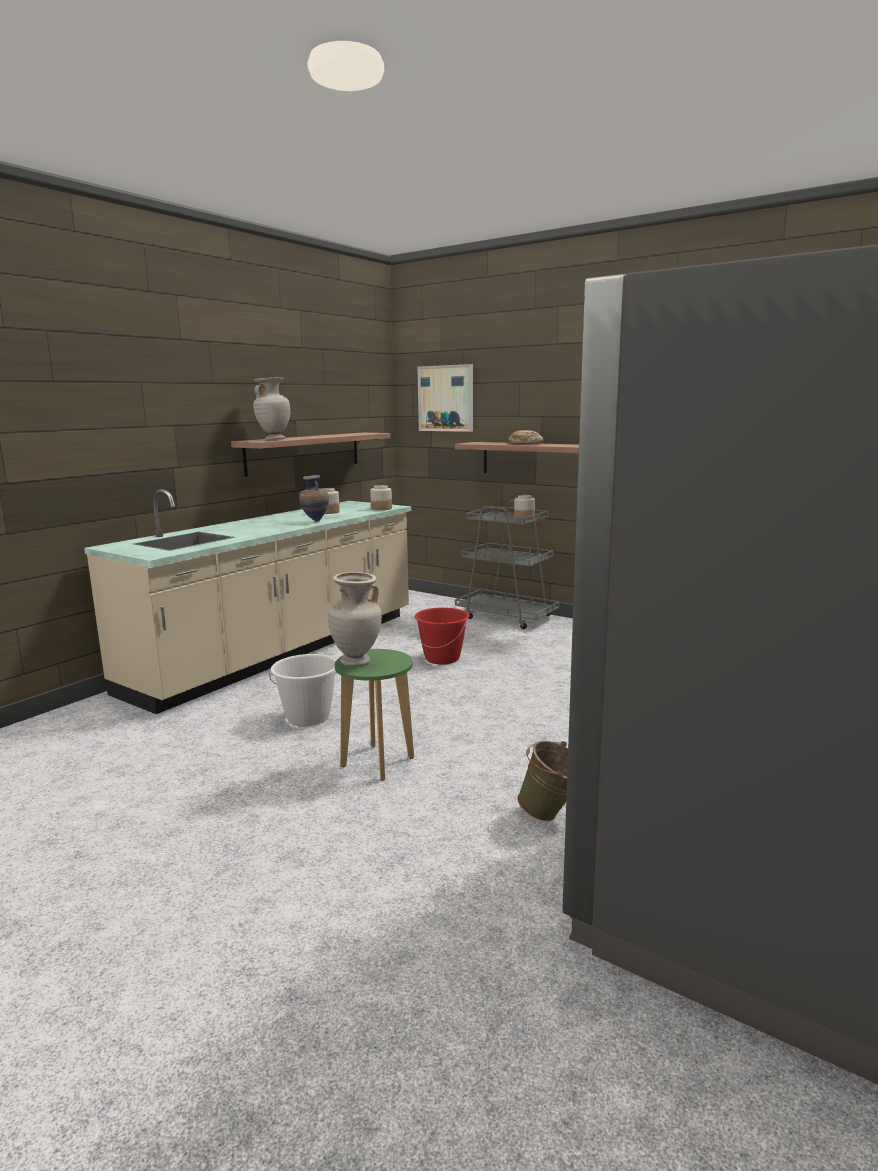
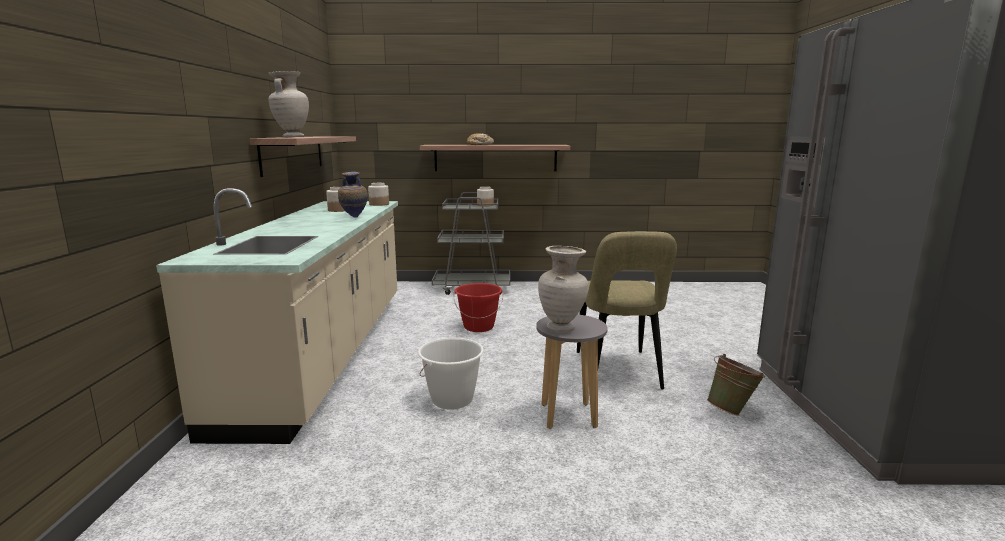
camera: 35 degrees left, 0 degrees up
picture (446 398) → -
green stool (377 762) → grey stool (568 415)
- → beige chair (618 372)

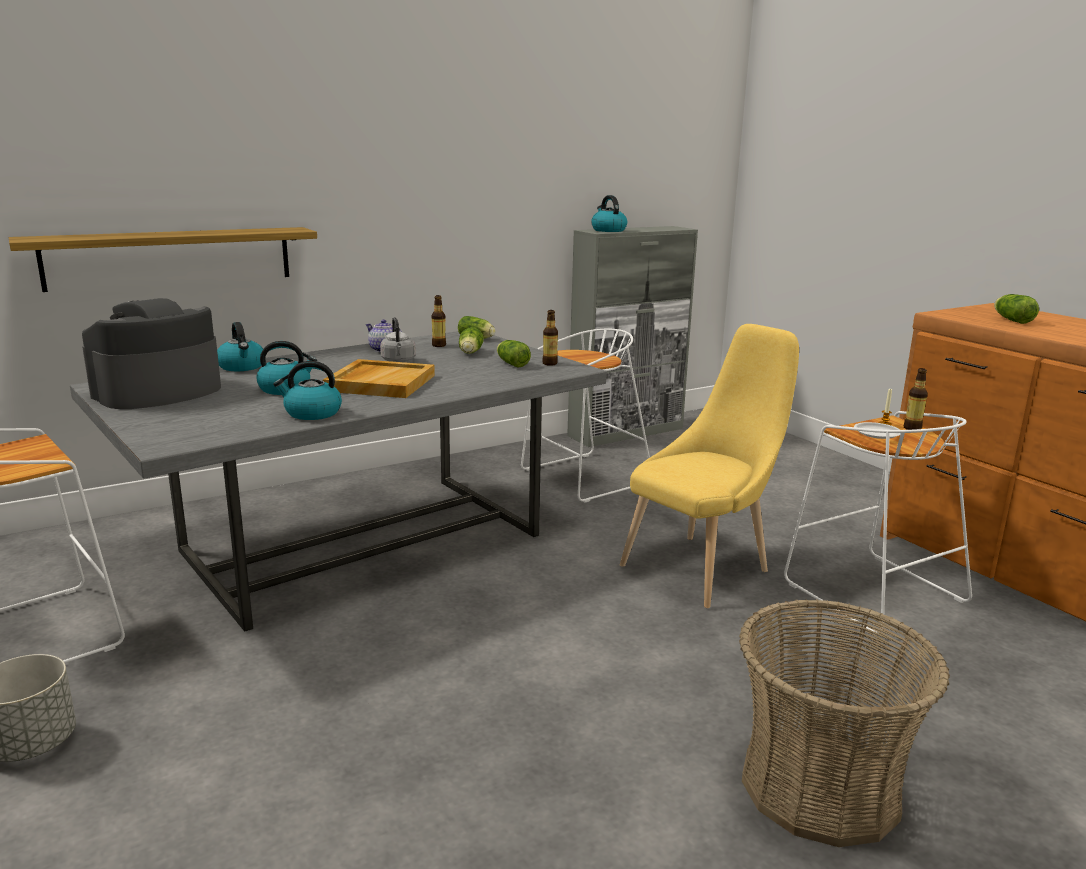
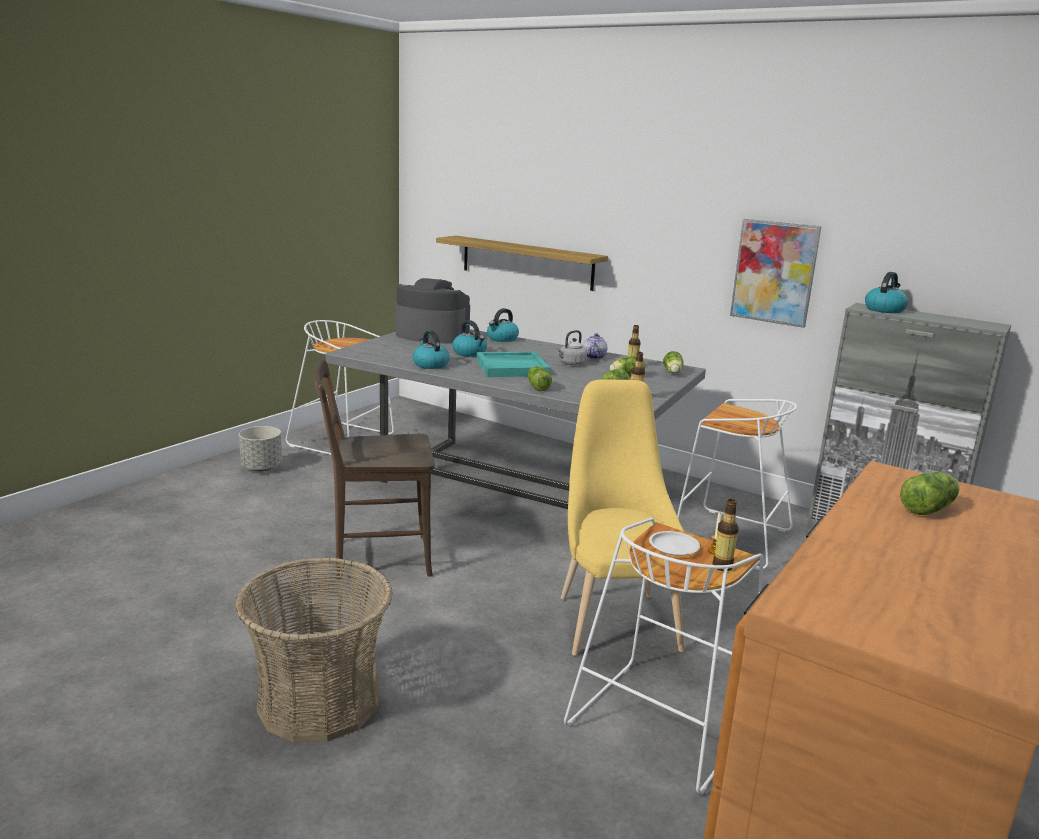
camera: 65 degrees right, 0 degrees up
yellow chair (702 567) → yellow chair (614 618), 120 degrees counterclockwise
beige tray (380 383) → turquoise tray (512 367)
- → picture (774 272)
- → brown chair (376 558)
- → lettuce (537 387)

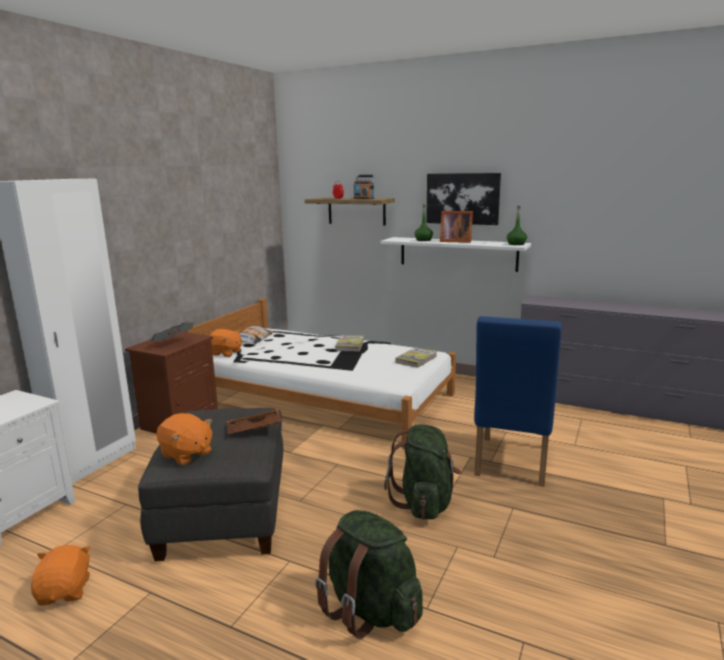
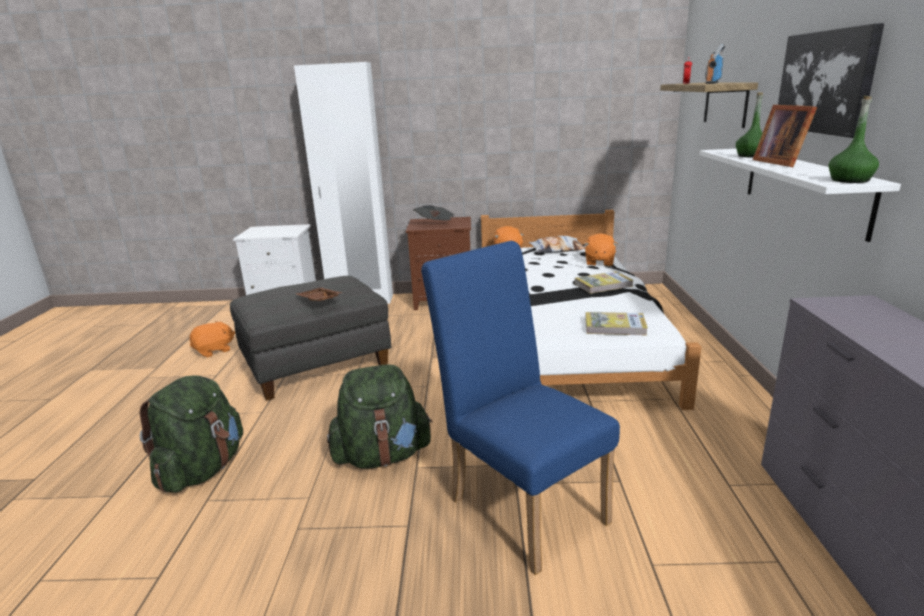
camera: 65 degrees right, 5 degrees up
blue chair (510 464) → blue chair (521 503), 60 degrees clockwise
orange plush toy (186 454) → orange plush toy (599 262), relocated

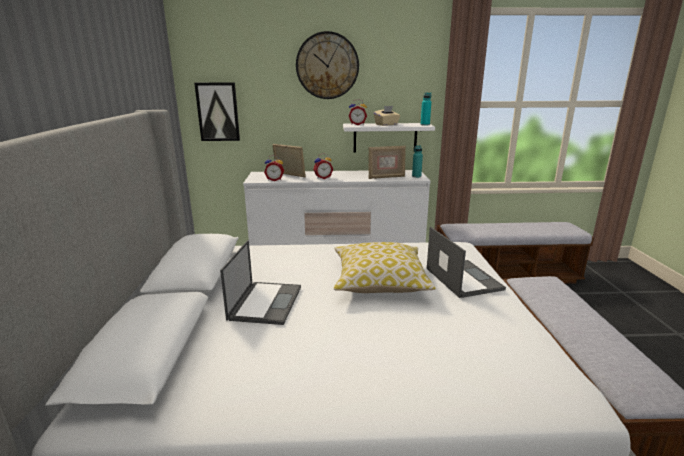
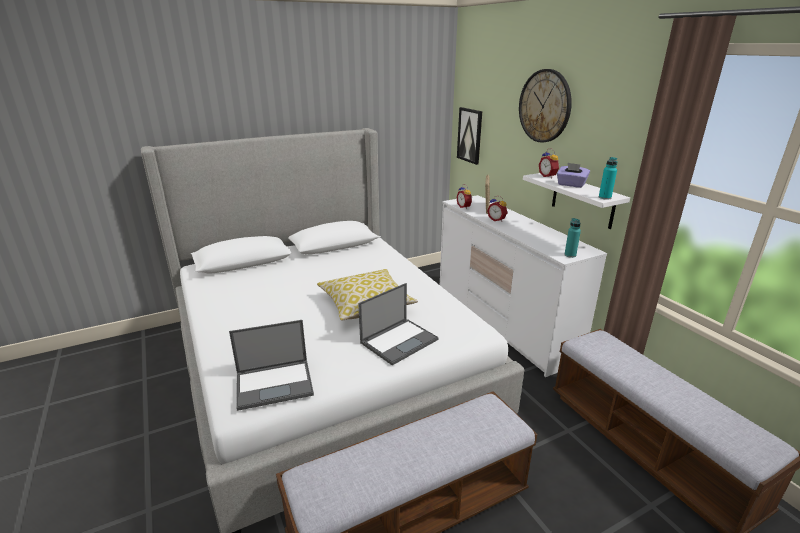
camera: 65 degrees right, 5 degrees up
beige tissue box (386 124) → purple tissue box (571 185)
picture frame (386 177) → -
laptop (265 302) → laptop (275 383), relocated

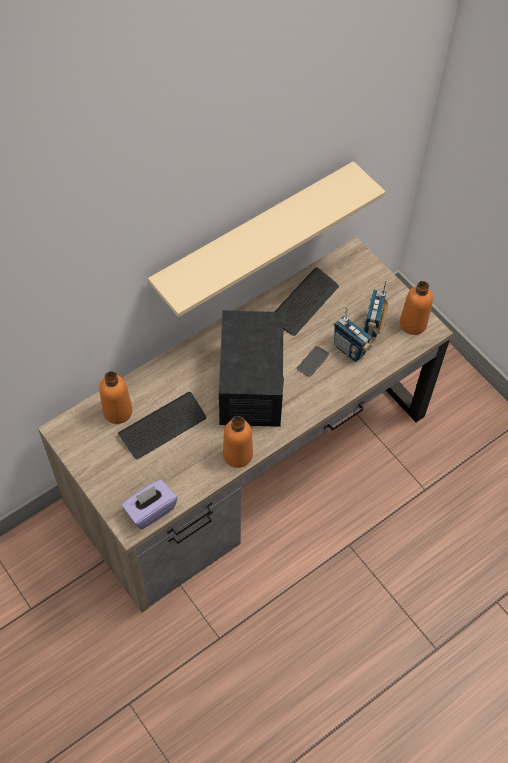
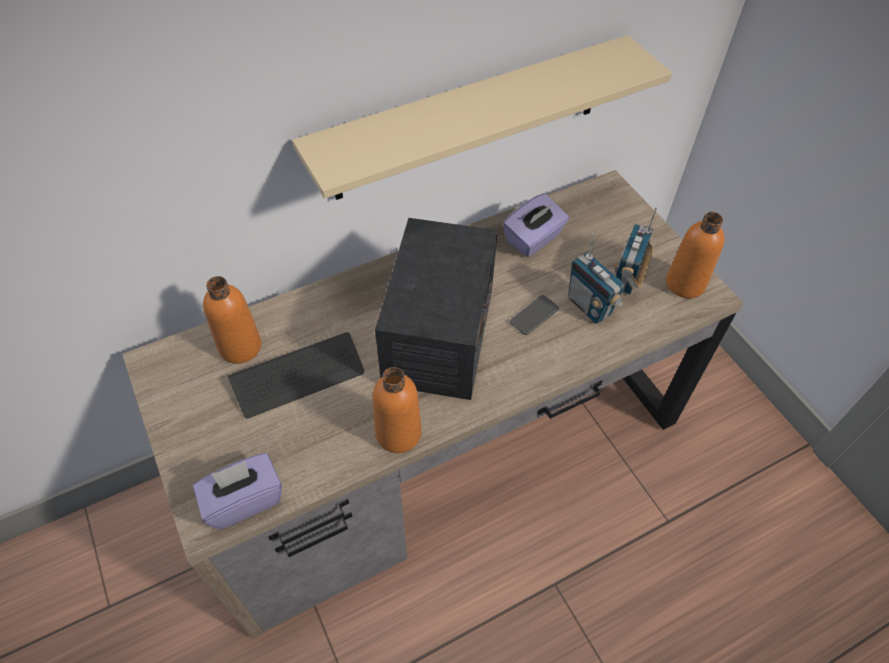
camera: 10 degrees right, 5 degrees down
keyboard (304 303) → purple tissue box (533 239)

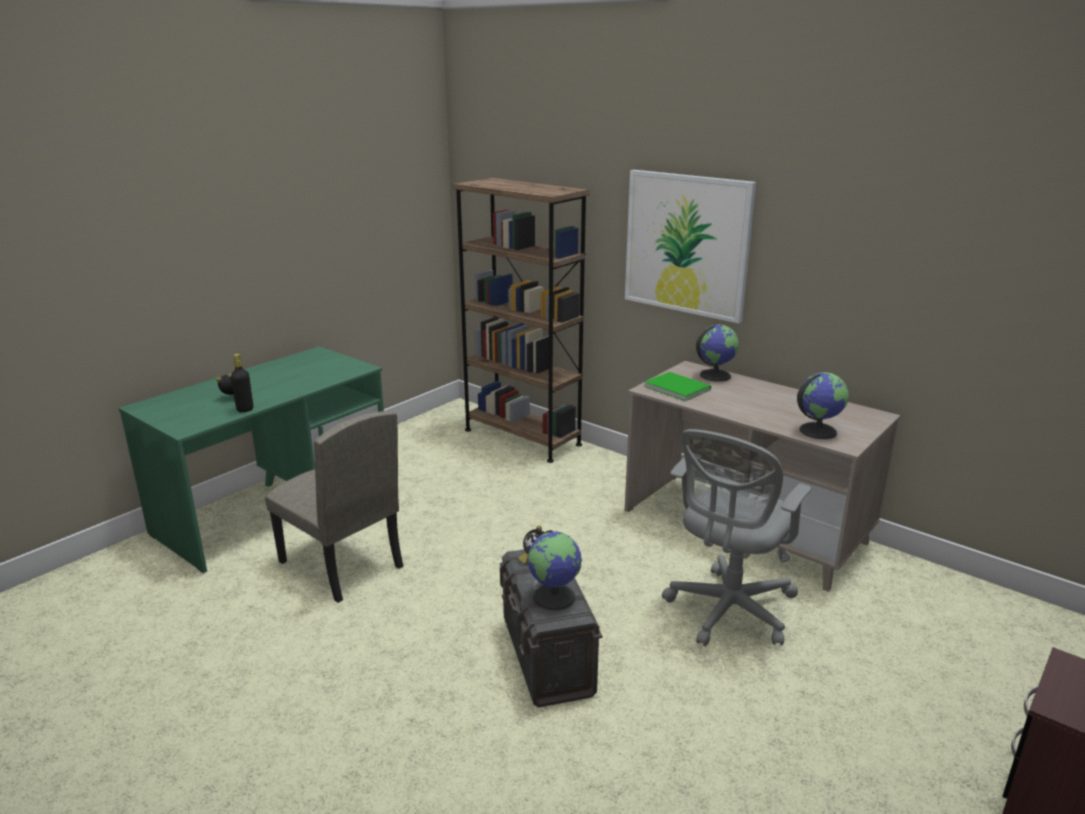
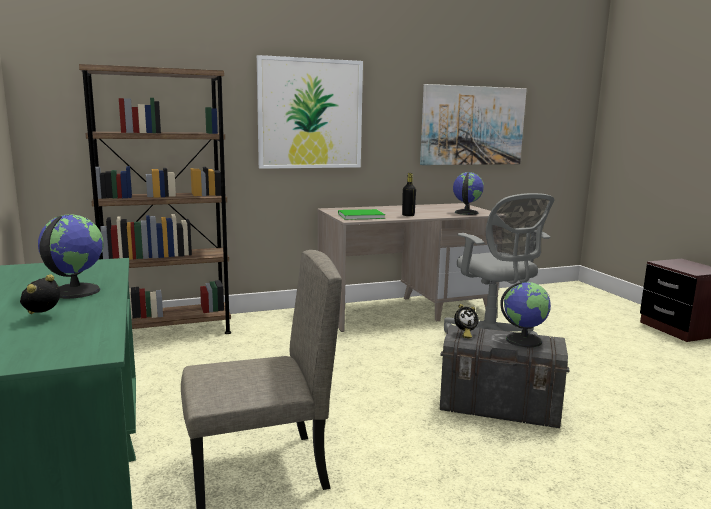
camera: 60 degrees left, 10 degrees down
globe (715 375) → globe (74 291), relocated
black bottle (245 409) → black bottle (408 215), relocated
- → picture (472 125)

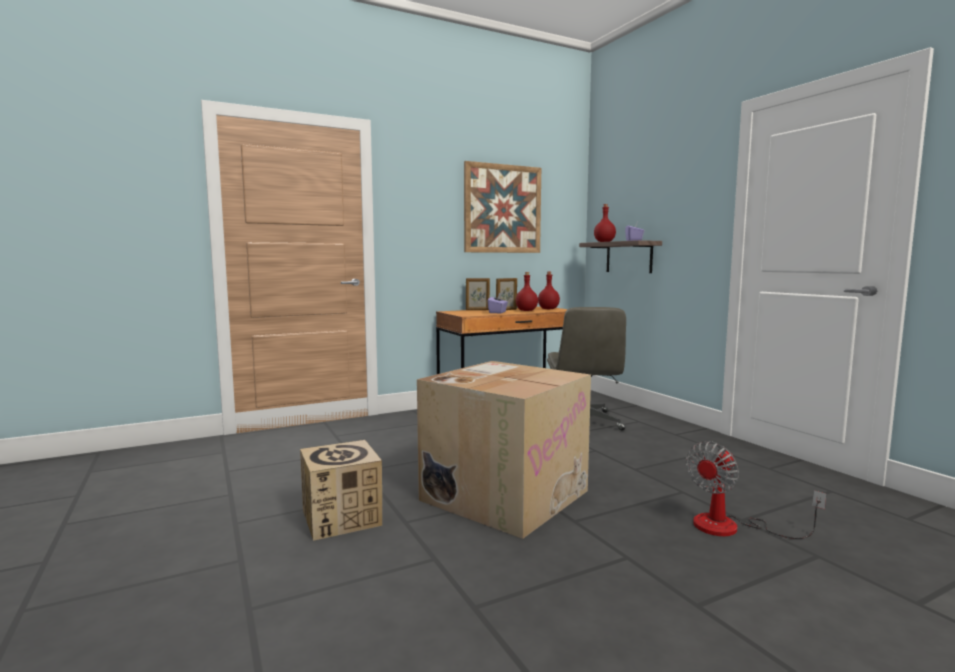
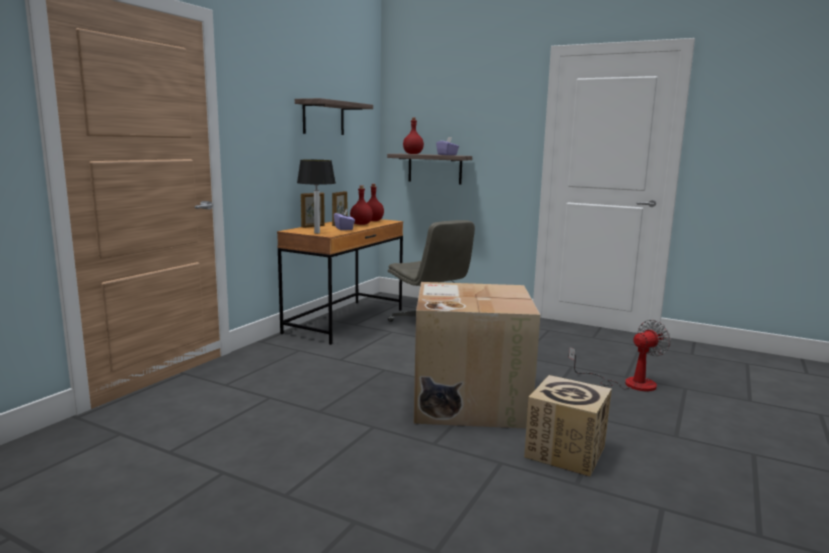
camera: 35 degrees left, 5 degrees up
picture (502 209) → shelf (323 118)
cardboard box (342 518) → cardboard box (565 452), relocated
fan (732 527) → fan (628 383), 135 degrees counterclockwise
- → table lamp (317 233)

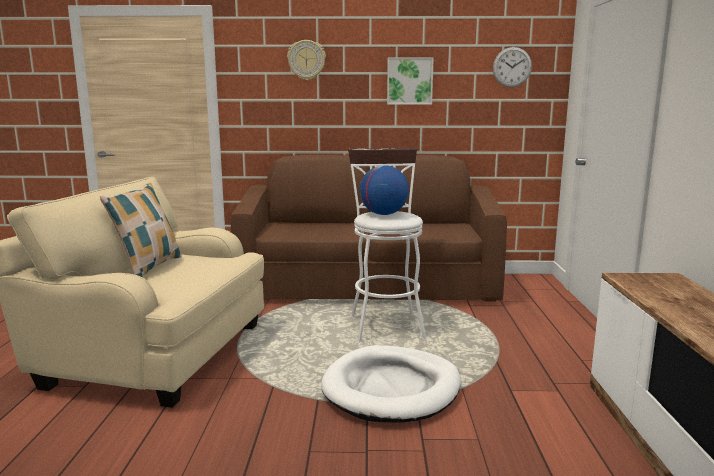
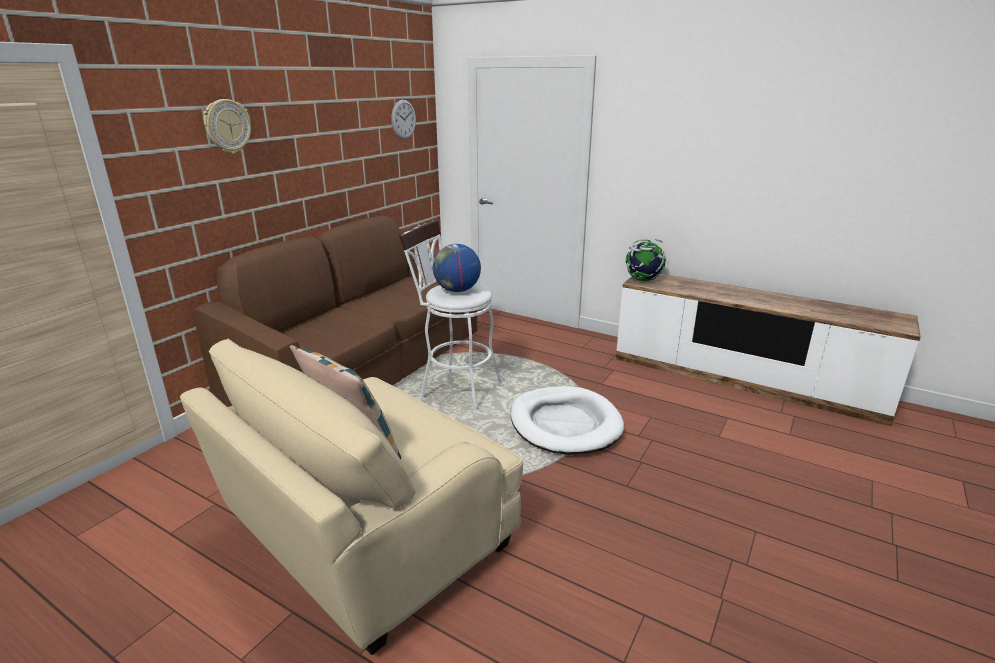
camera: 60 degrees left, 10 degrees up
picture (409 81) → -
- → globe (643 280)

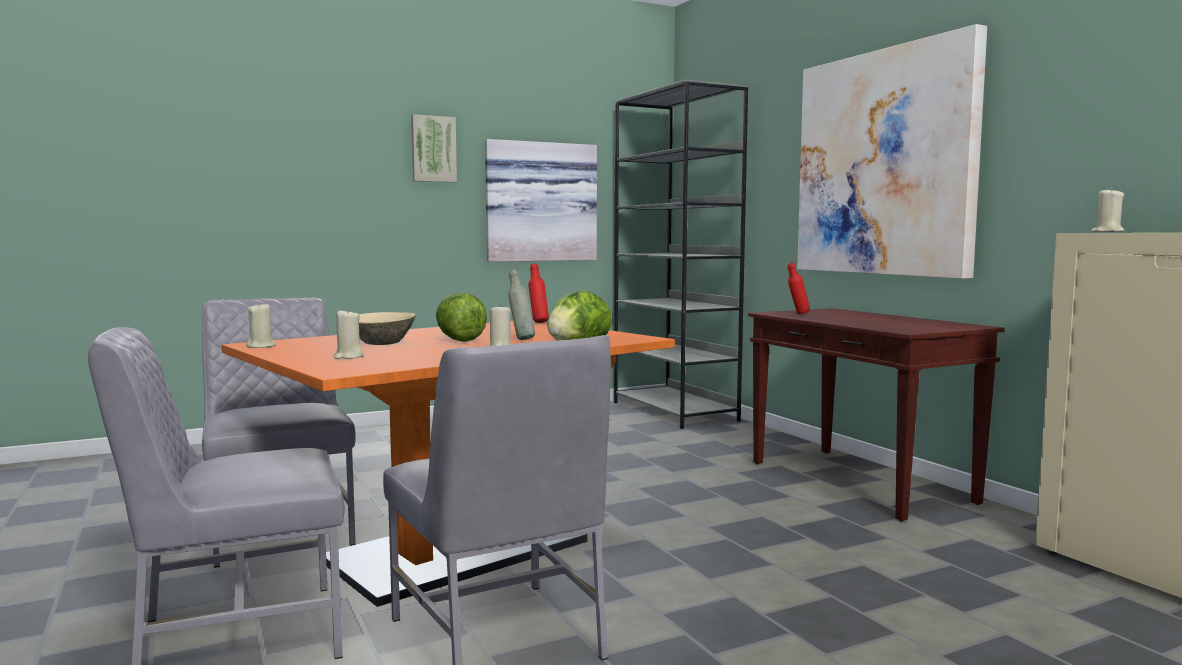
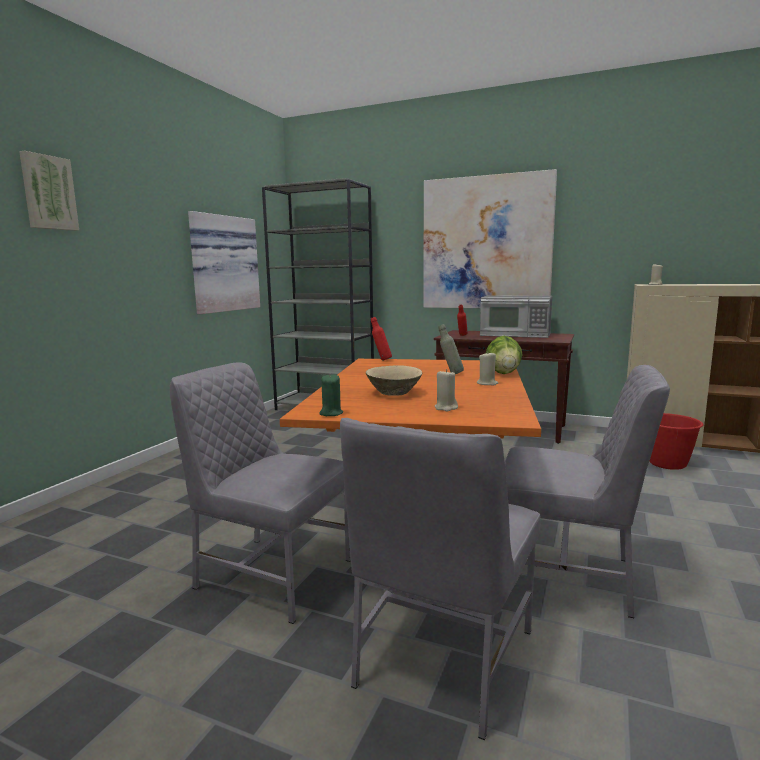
camera: 40 degrees left, 5 degrees up
picture (433 149) → picture (48 193), relocated
lettuce (459 340) → -
beige candle (261 346) → green candle (331 413)
- → microwave (515 334)
- → red bucket (667 463)

